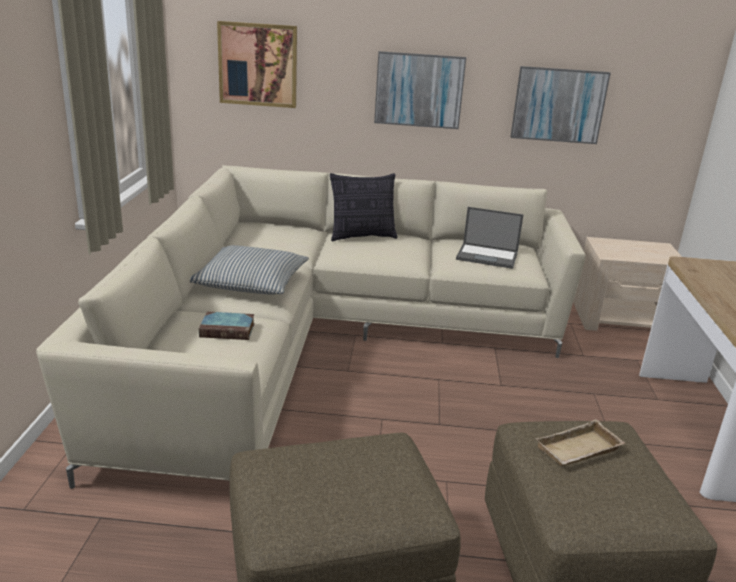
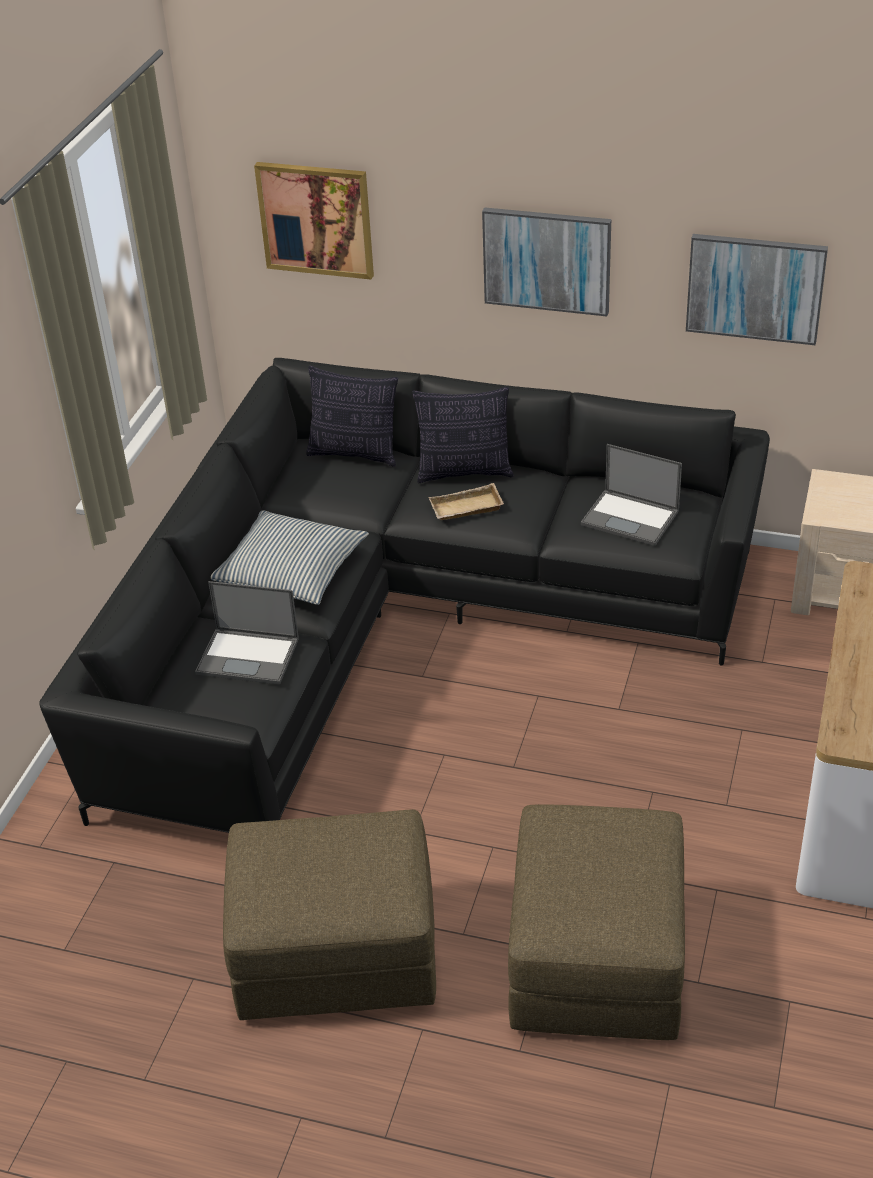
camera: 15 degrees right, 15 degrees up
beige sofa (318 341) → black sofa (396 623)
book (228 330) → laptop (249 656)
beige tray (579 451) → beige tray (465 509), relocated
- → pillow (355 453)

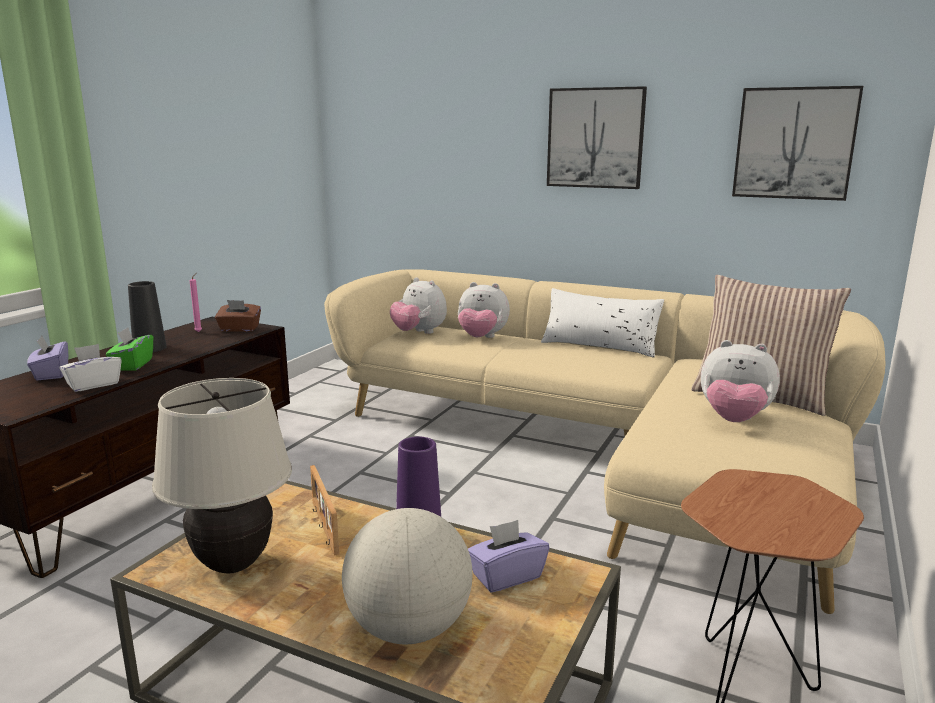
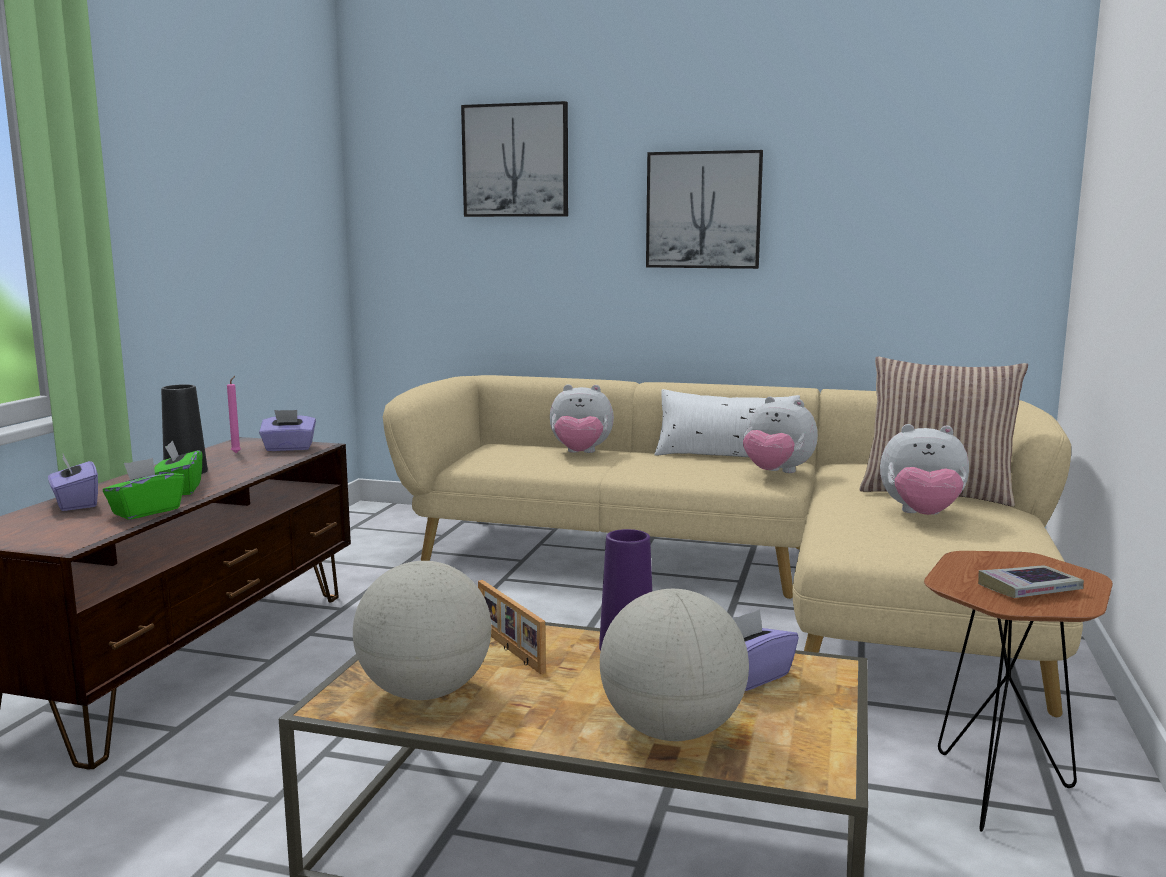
camera: 10 degrees left, 5 degrees down
picture (794 143) → picture (516 160), relocated
plush toy (419 333) → plush toy (777 473), relocated
brown tissue box (239 329) → purple tissue box (289 448)
white tissue box (93 384) → green tissue box (146 511)
beige table lamp (234 564) → globe (425 692)
- → book (1029 589)

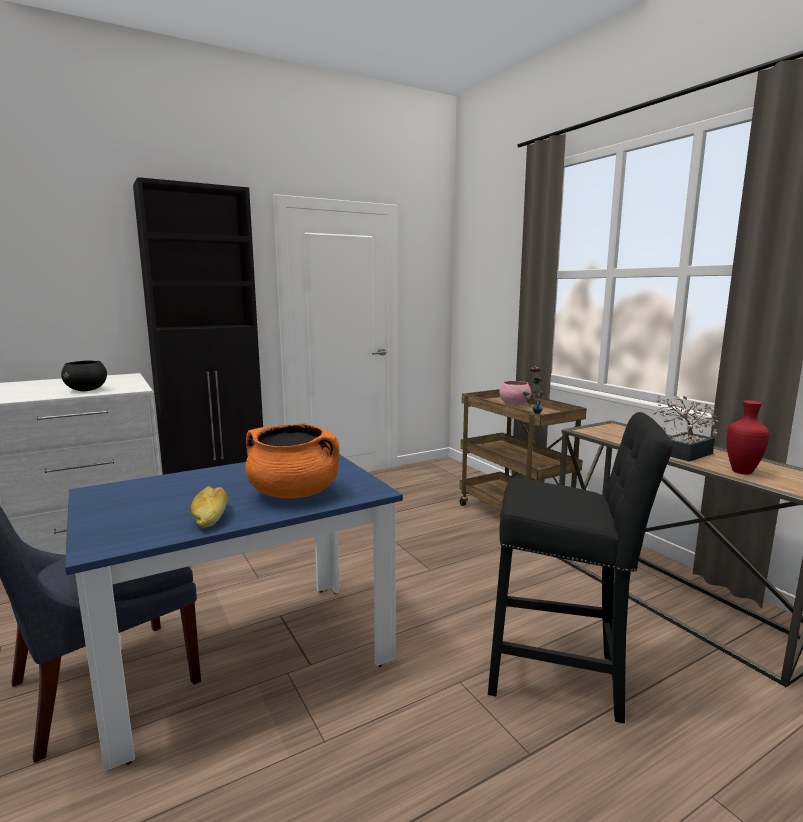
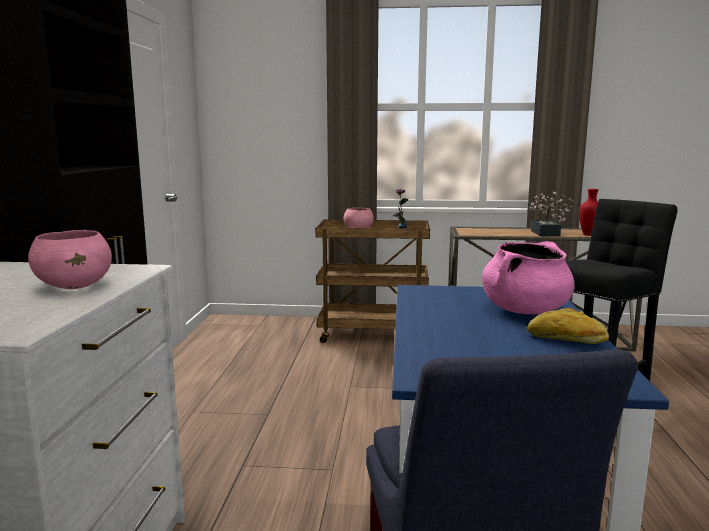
camera: 55 degrees left, 0 degrees up
black bowl (87 390) → pink bowl (75 286)
orange cooking pot (294 493) → pink cooking pot (525 310)

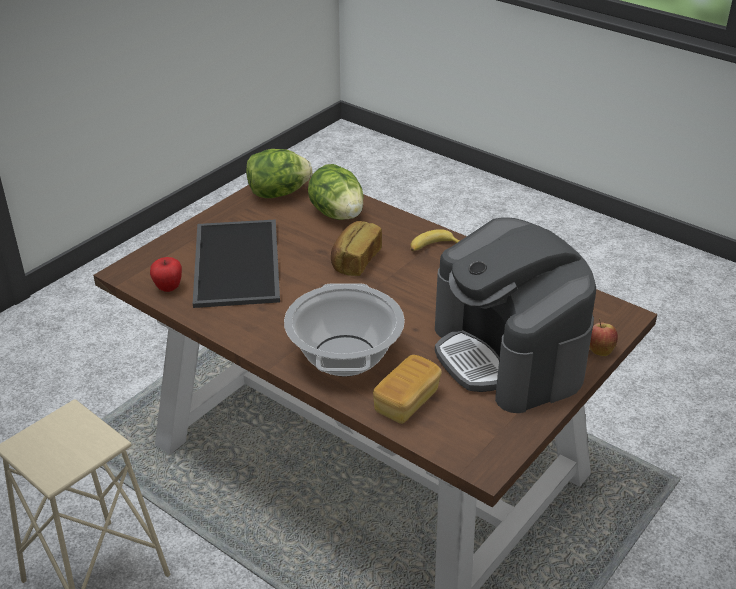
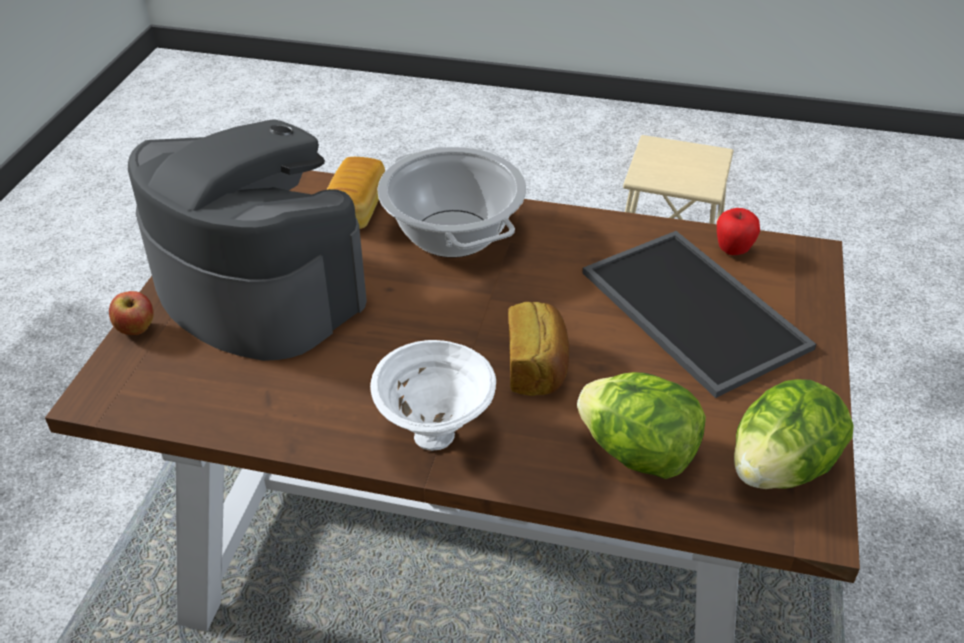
camera: 155 degrees right, 5 degrees up
banana (432 247) → white bowl (435 434)

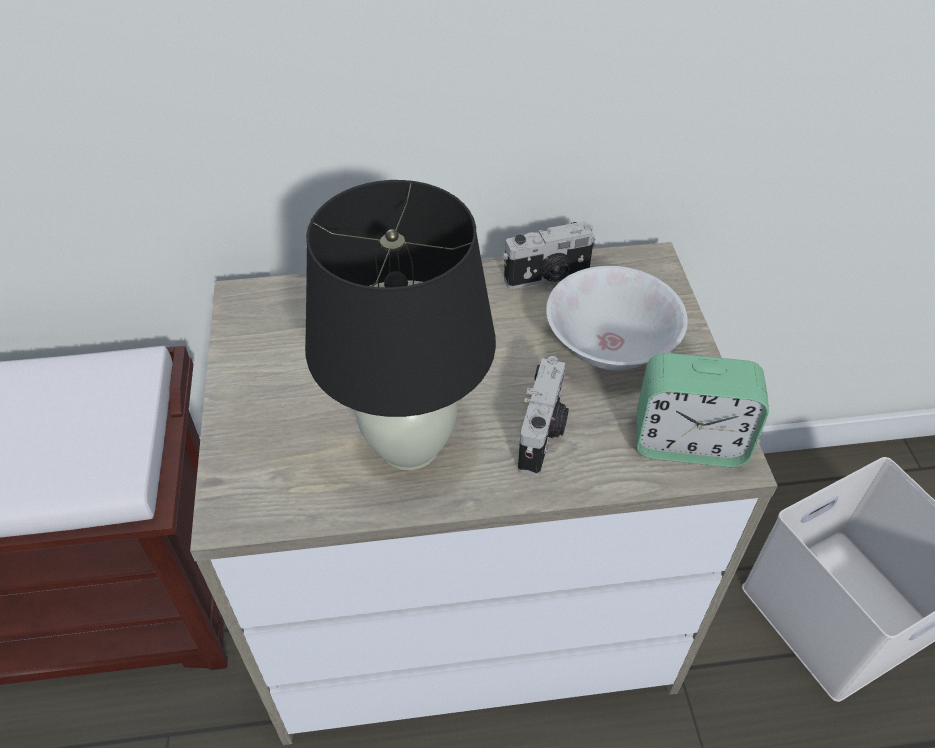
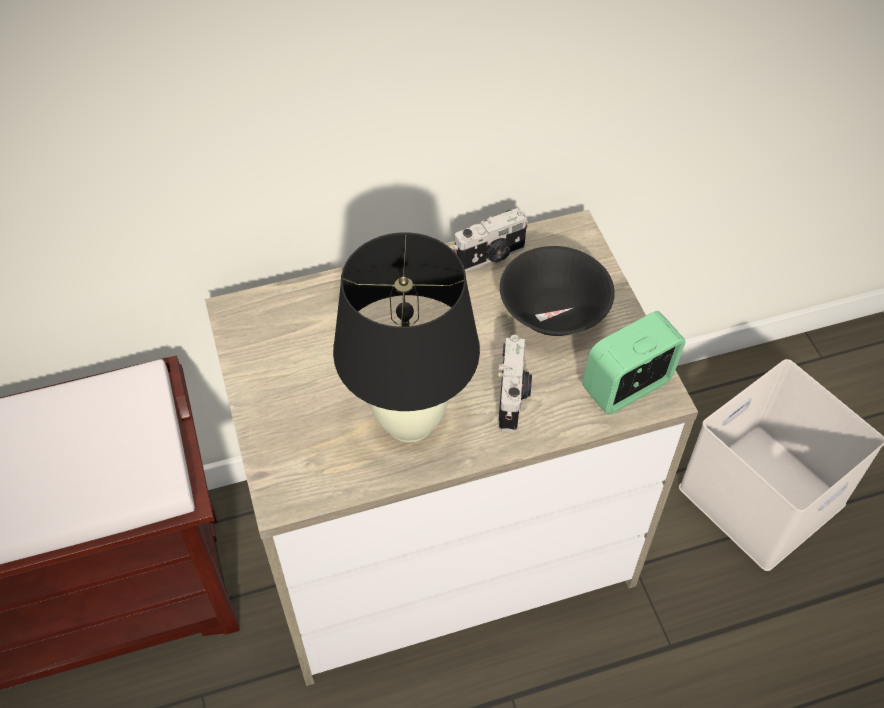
camera: 10 degrees left, 5 degrees up
white bowl (609 347) → black bowl (552 314)
alarm clock (688 442) → alarm clock (627 387), 150 degrees clockwise

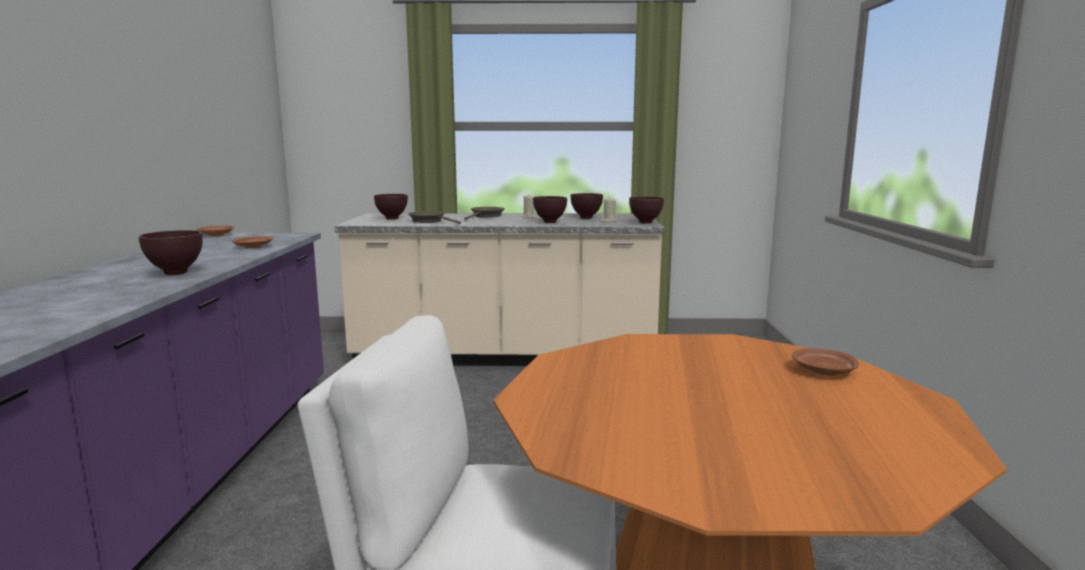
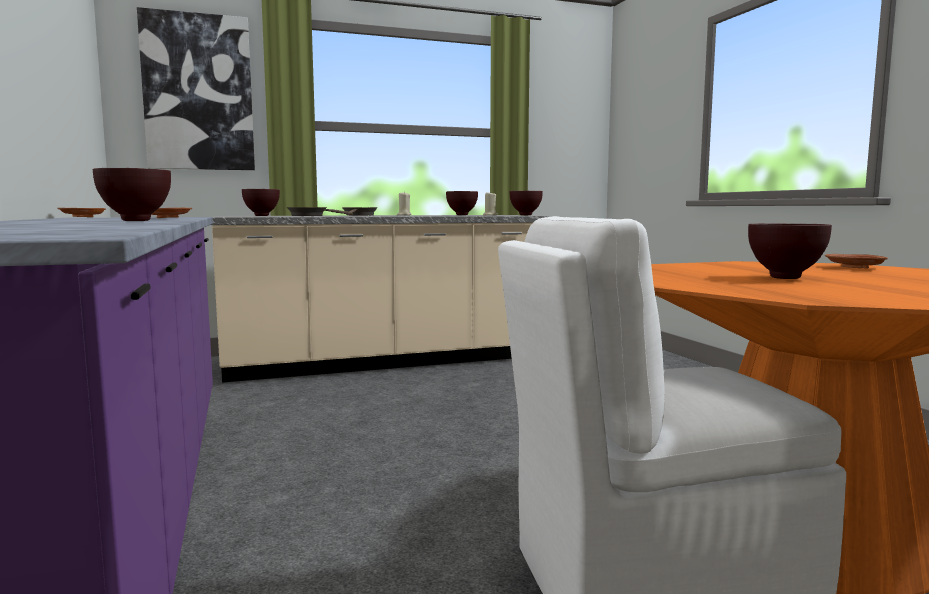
camera: 20 degrees left, 5 degrees down
brown bowl (550 222) → brown bowl (786 278), relocated
- → picture (198 93)

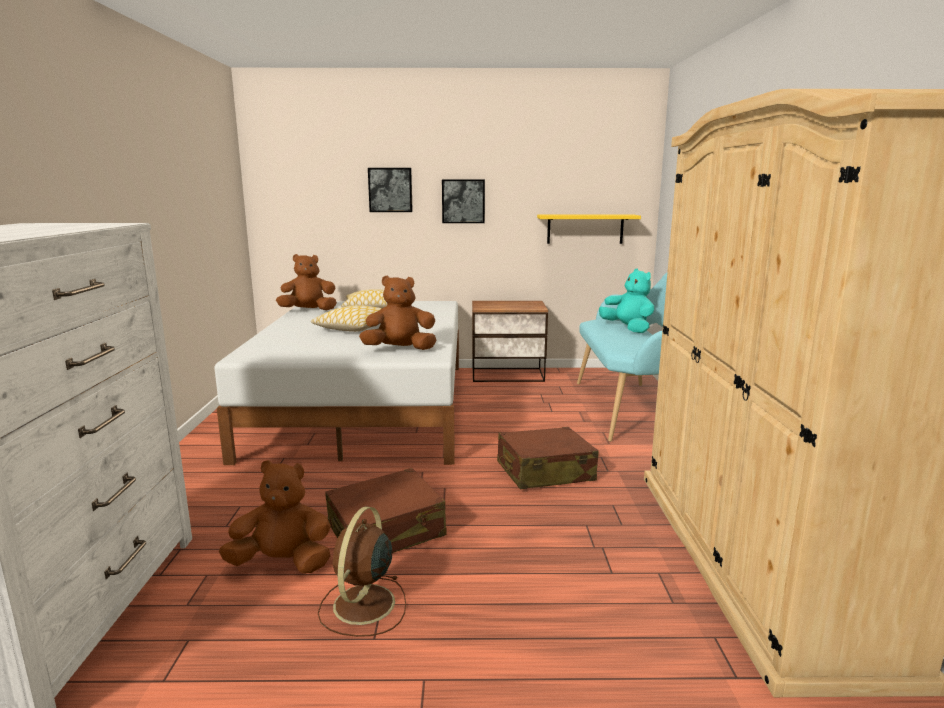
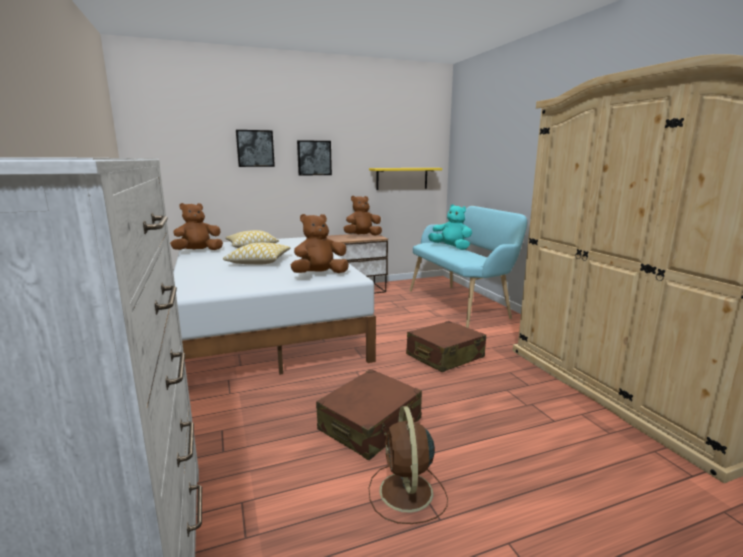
camera: 20 degrees left, 0 degrees up
brown plush toy (282 563) → brown plush toy (362 236), relocated

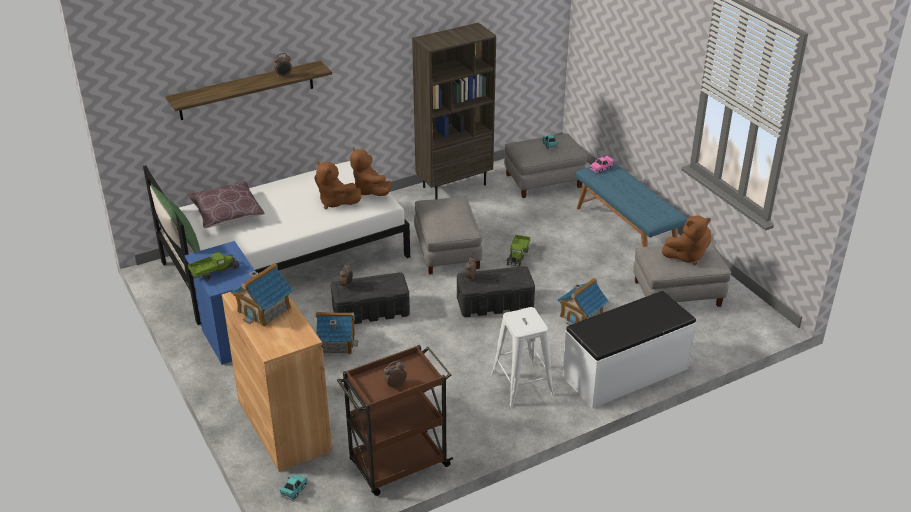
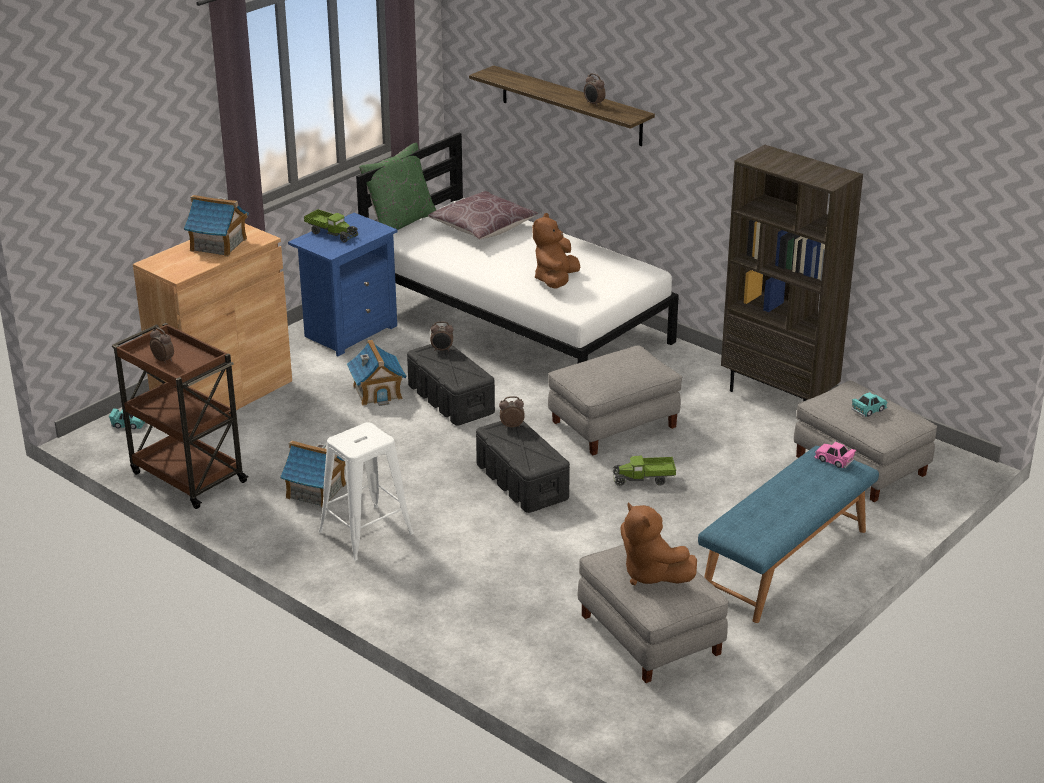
camera: 70 degrees right, 5 degrees down
brown plush toy (369 191) → -
toy house (581 316) → toy house (316 491), relocated
white bench (626 373) → -

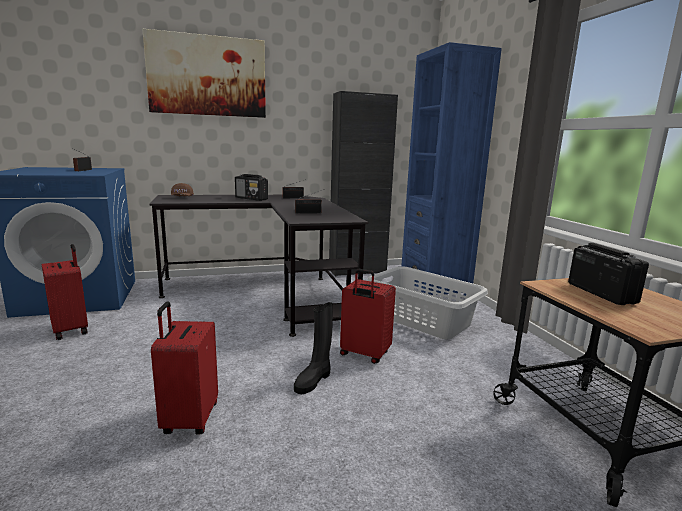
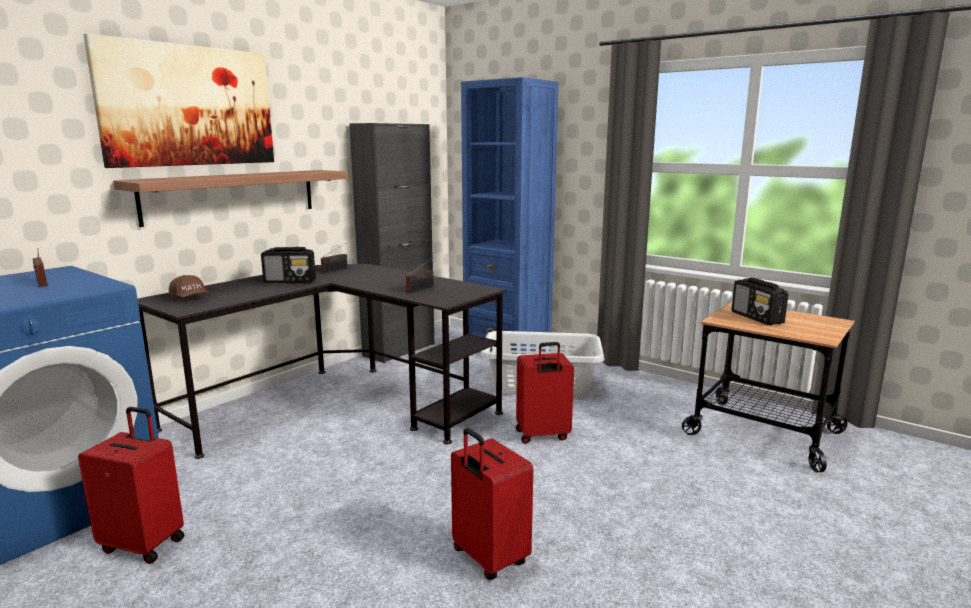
camera: 35 degrees left, 0 degrees up
radio (600 293) → radio (757 318), 150 degrees counterclockwise
black boot (313 380) → -
- → shelf (232 195)

